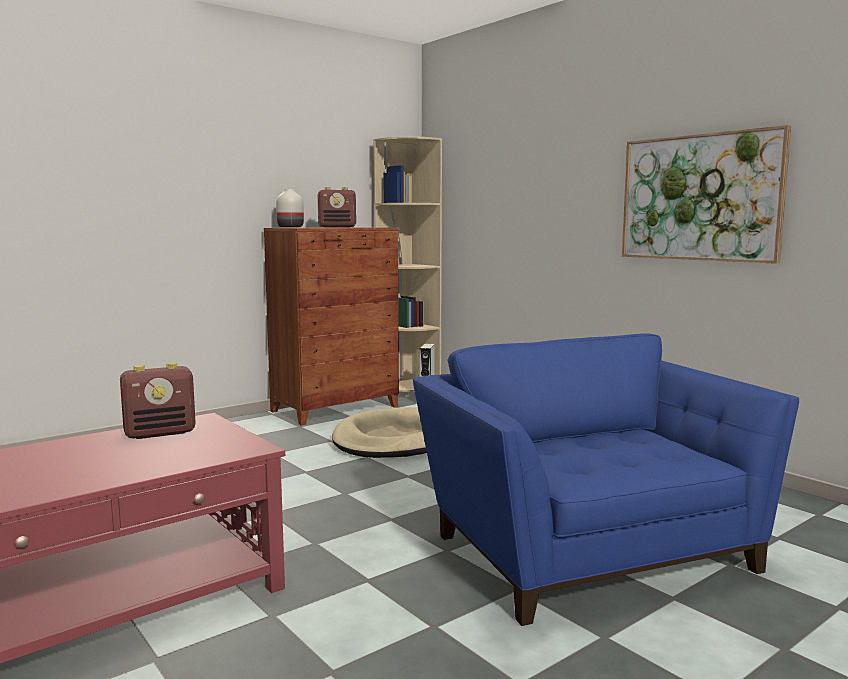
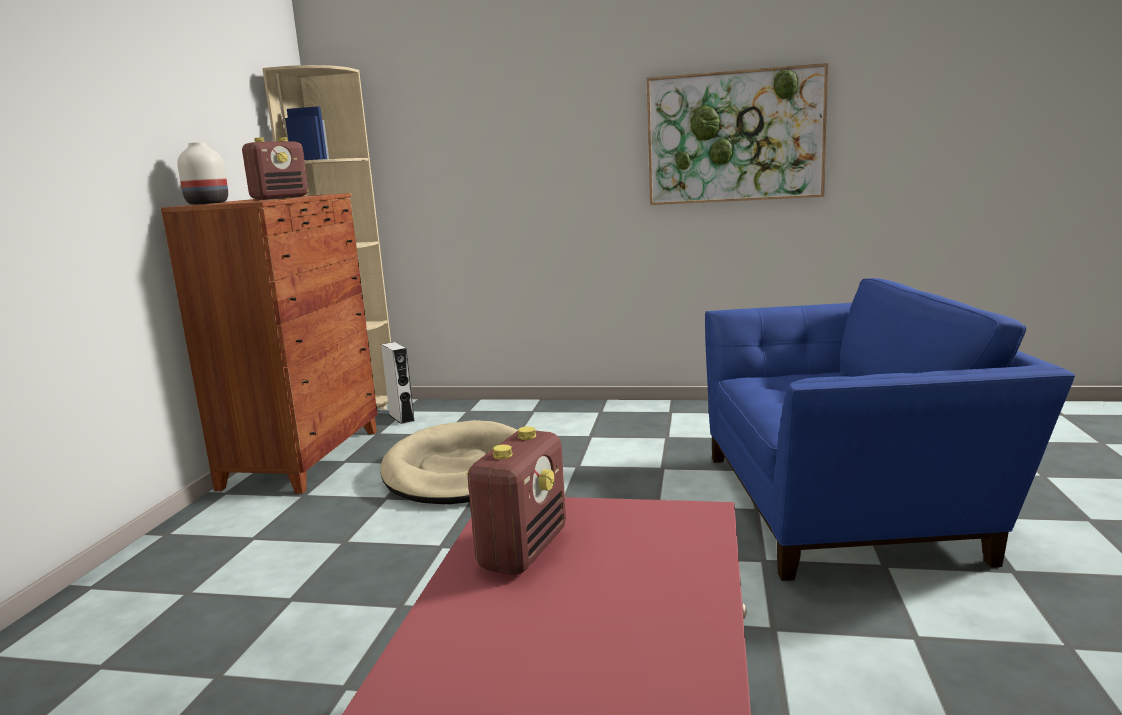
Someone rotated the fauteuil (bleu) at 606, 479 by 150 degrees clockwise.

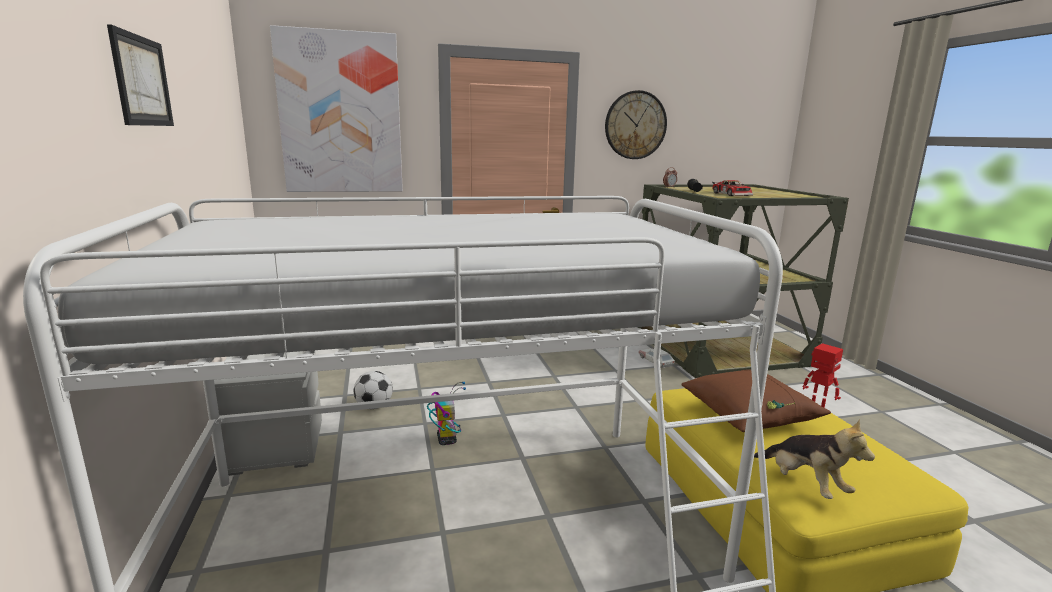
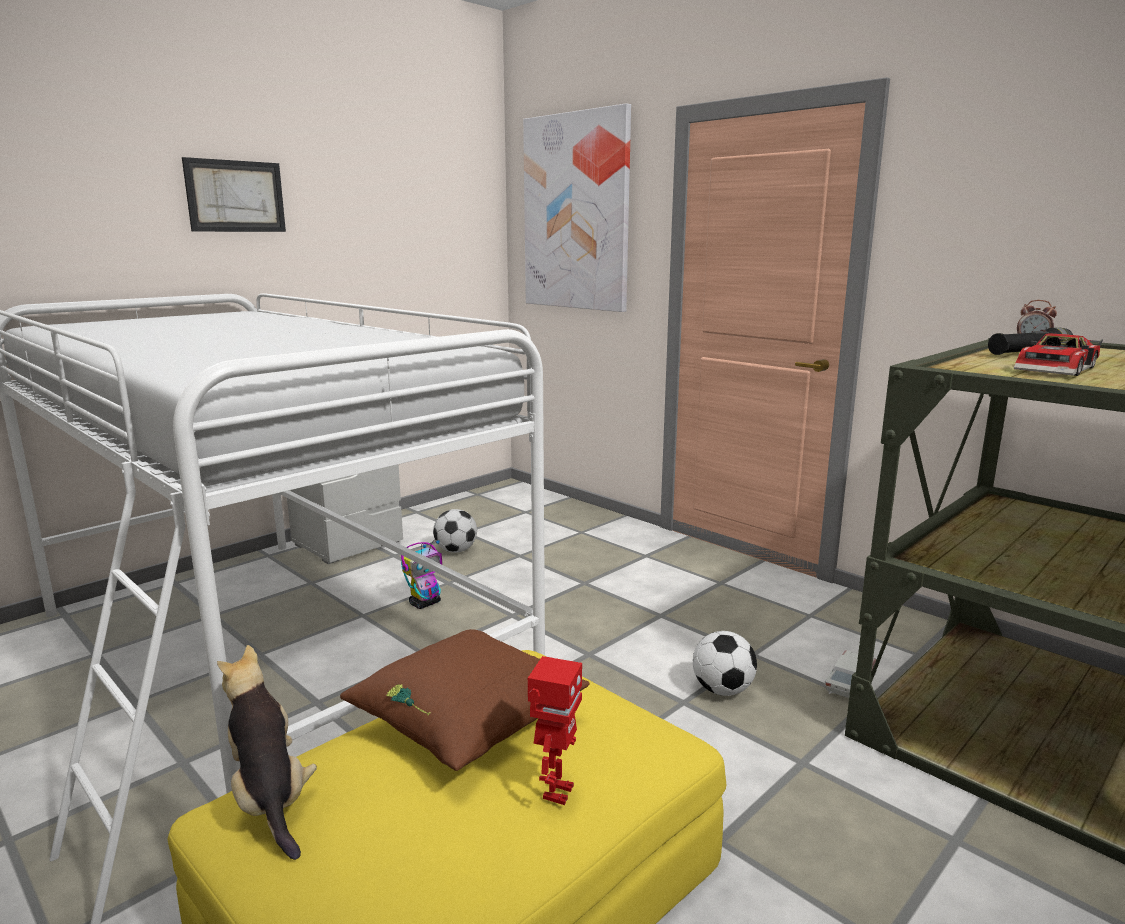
Someone took away the horloge murale at 636, 124.
Someone put down the ballon de foot at 725, 663.
Someone rotated the peluche at 814, 459 by 120 degrees clockwise.

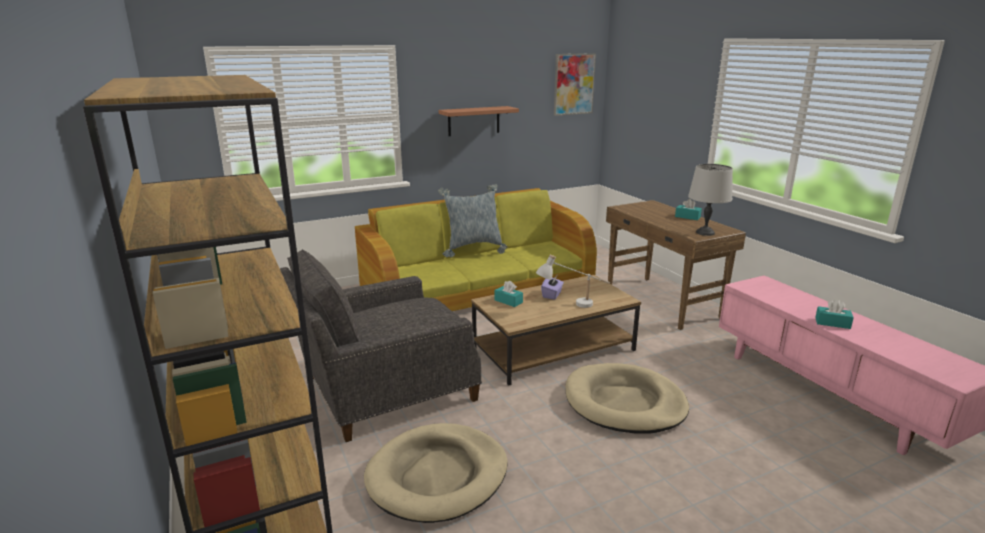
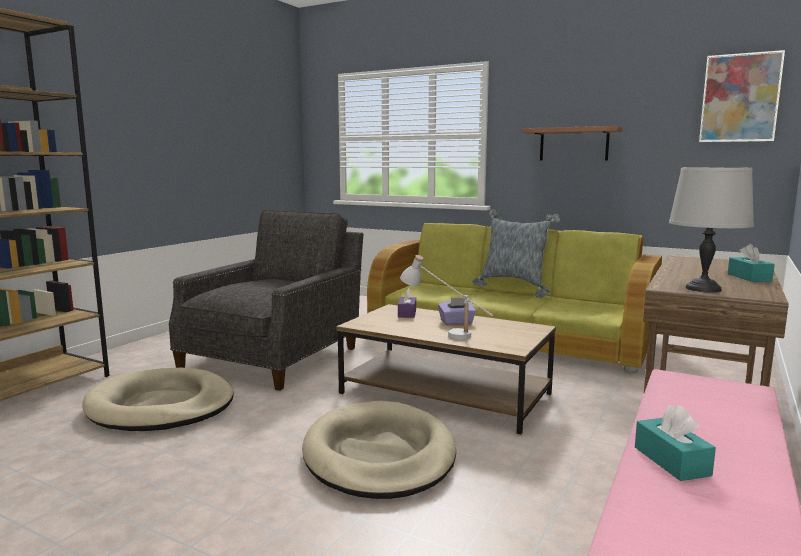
Someone repainted the boîte à mouchoirs (turquoise) at 508, 294, which became the boîte à mouchoirs (violet) at 407, 303.
Someone rotated the fauteuil (gris) at 381, 345 by 90 degrees clockwise.

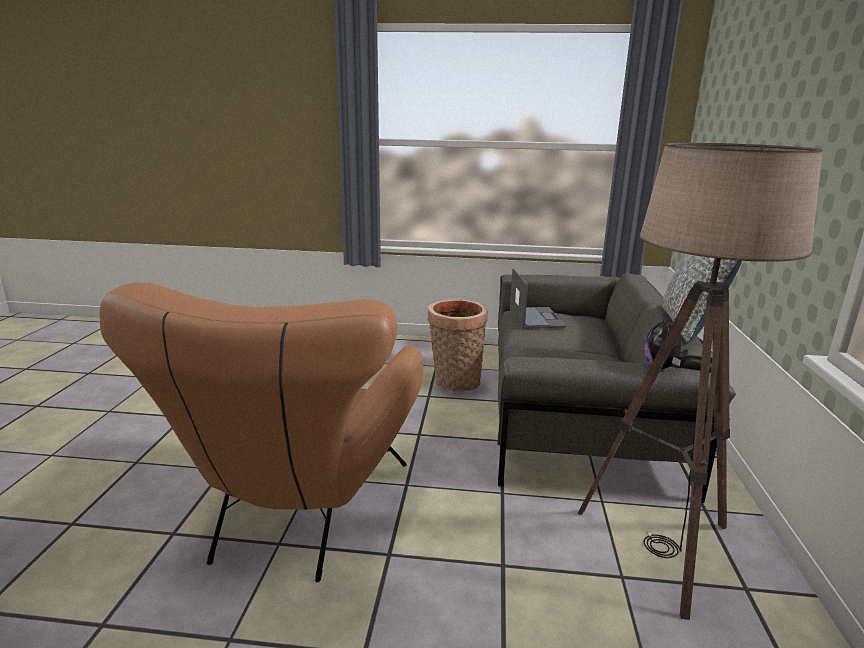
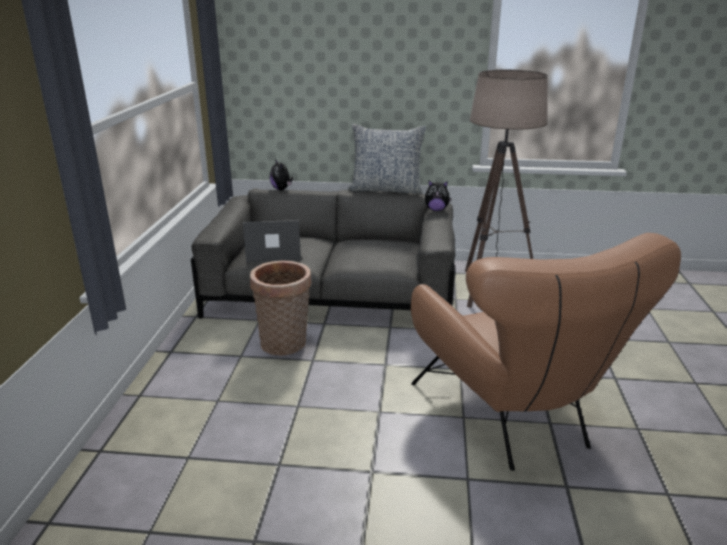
Someone put down the peluche at 281, 174.
Someone rotated the fauteuil (marron) at 261, 432 by 60 degrees clockwise.

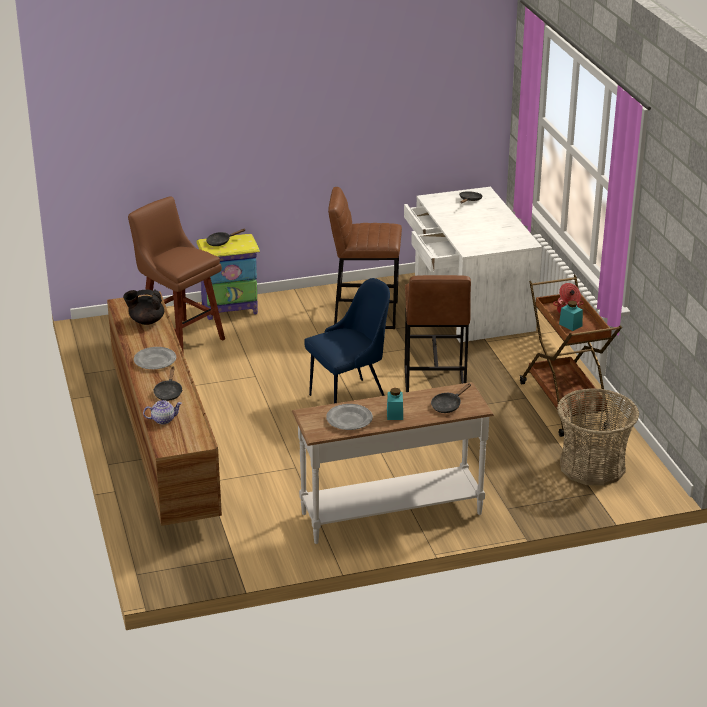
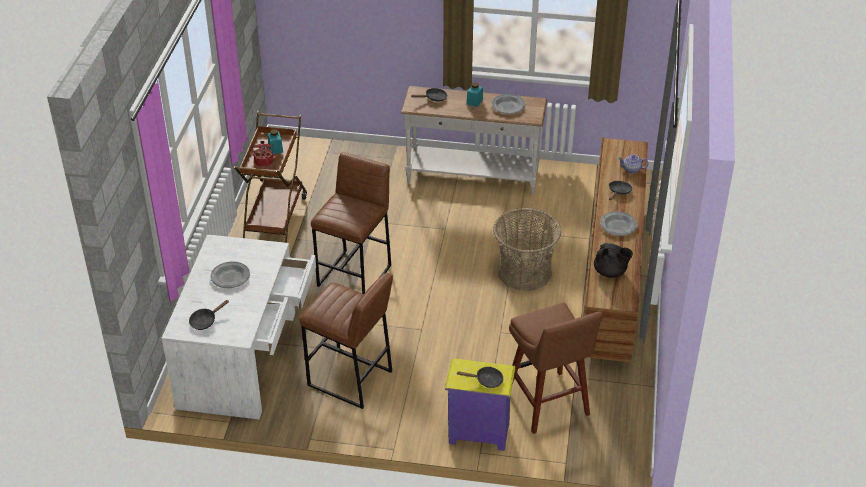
Someone took away the chaise (bleu) at 347, 341.
Someone put down the assiette (gris) at 230, 274.
Someone carried the panier from 598, 437 to 527, 249.

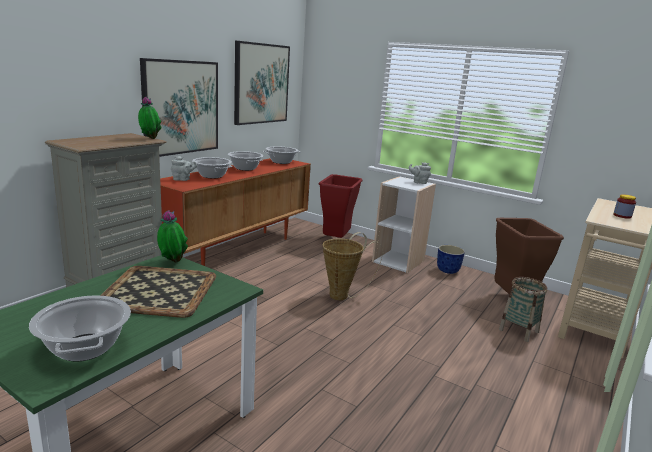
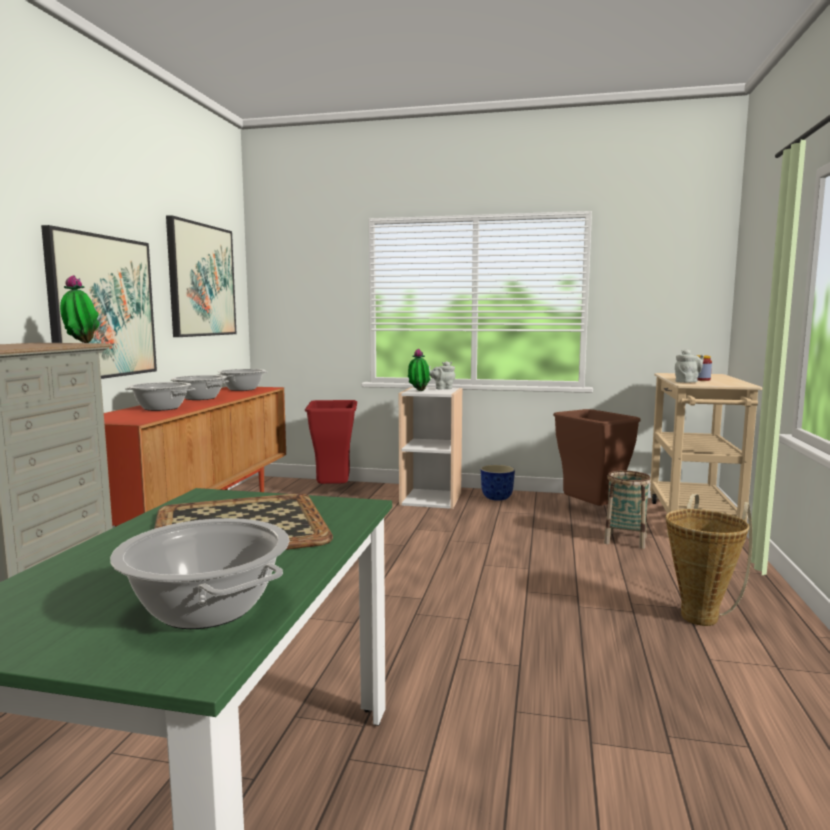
Someone carried the plante en pot from 172, 236 to 419, 370.
Someone carried the théière (gris) from 184, 168 to 689, 366.
Someone carried the panier from 353, 266 to 709, 559.

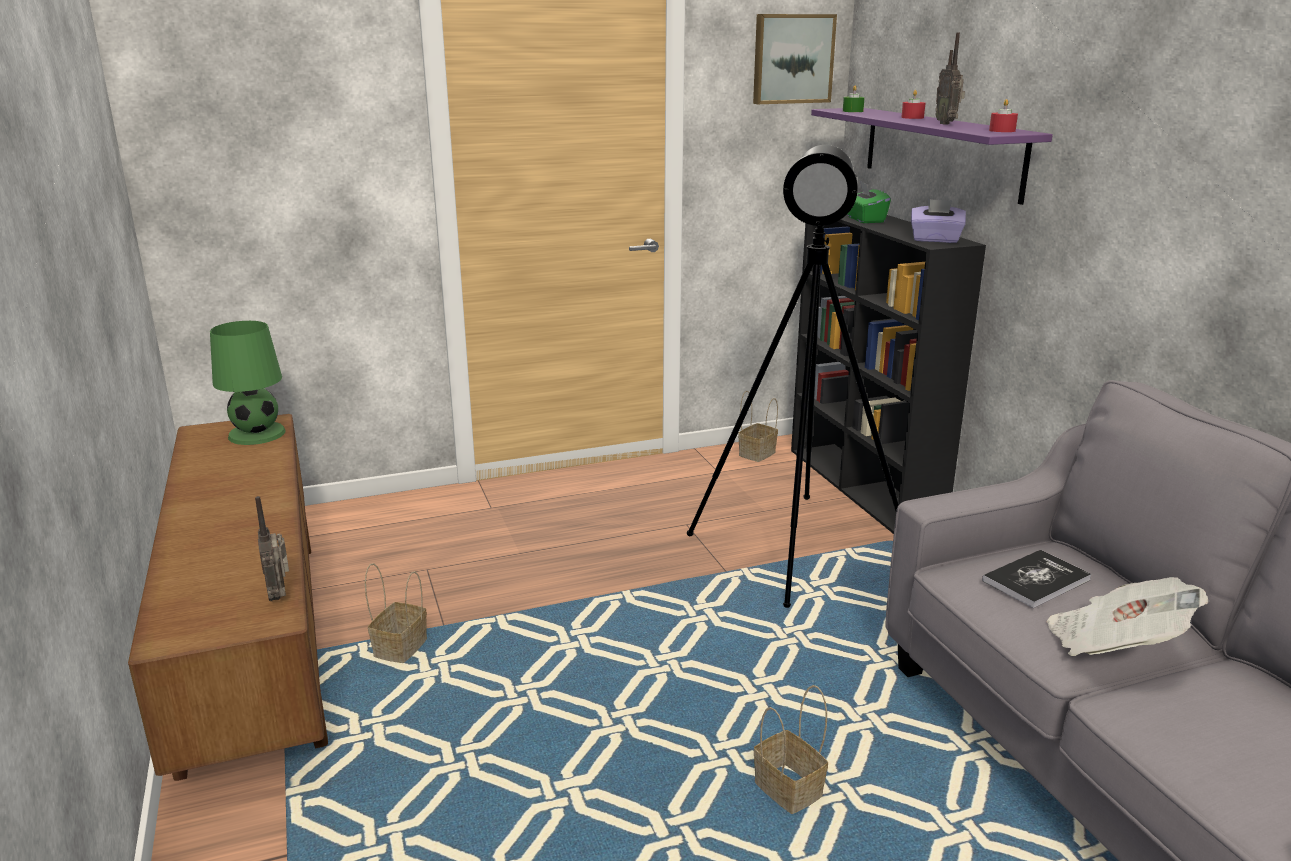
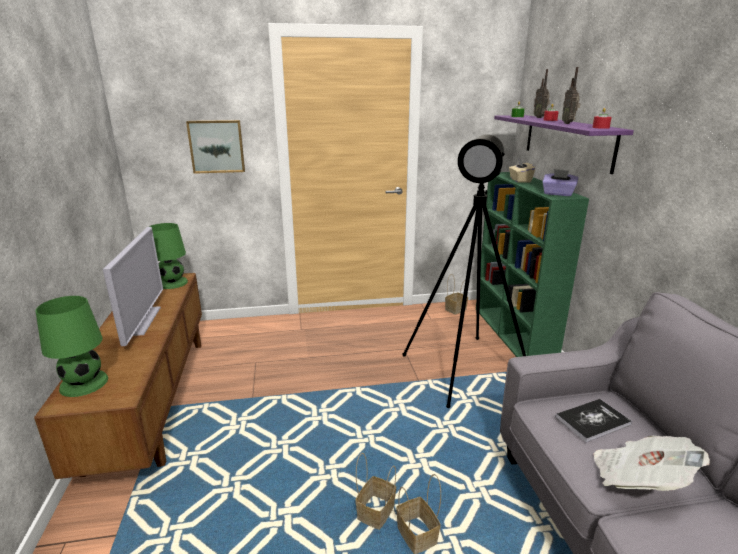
Someone put down the lampe de table (vert) at 71, 346.
Someone put down the téléviseur at 133, 286.
Someone carried the radio from 272, 548 to 542, 93.
Someone carried the panier from 396, 613 to 375, 491.
Someone carried the tableau from 795, 59 to 215, 147.
Someone repainted the bibliothèque (noir) at 888, 374, which became the bibliothèque (vert) at 532, 264.
Someone repainted the boîte à mouchoirs (vert) at 869, 202, which became the boîte à mouchoirs (beige) at 522, 170.

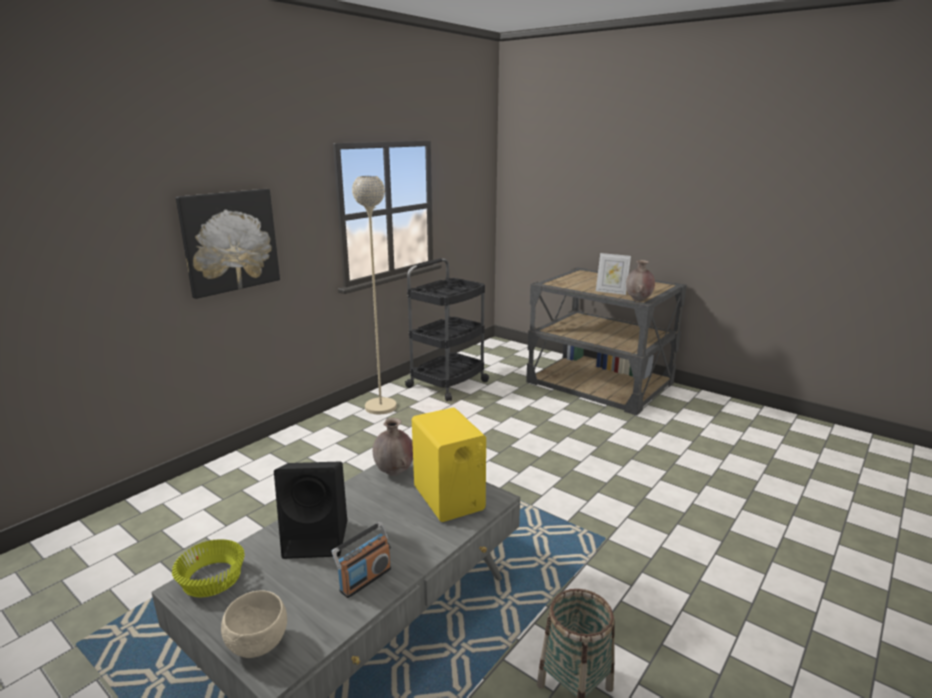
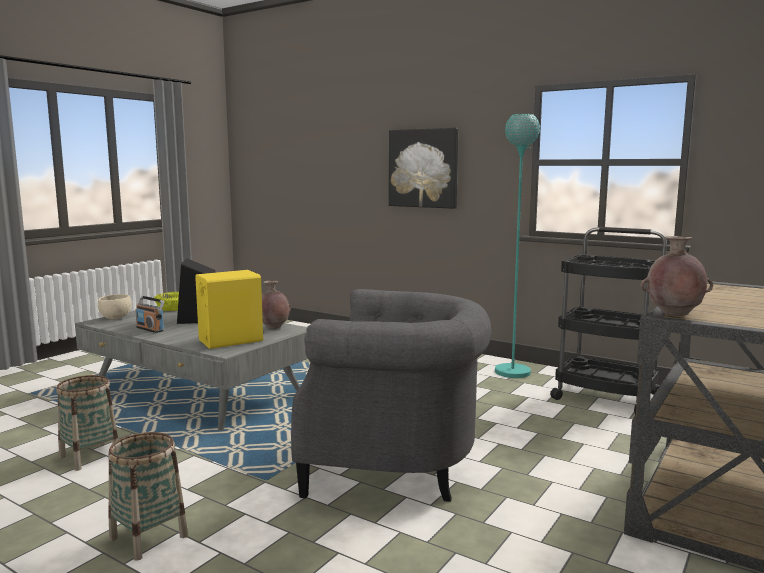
Someone took away the cadre photo at 613, 274.
Someone put down the panier at 148, 496.
Someone put down the fauteuil (gris) at 391, 395.
Someone repainted the lampadaire (beige) at 374, 295, which became the lampadaire (turquoise) at 517, 246.

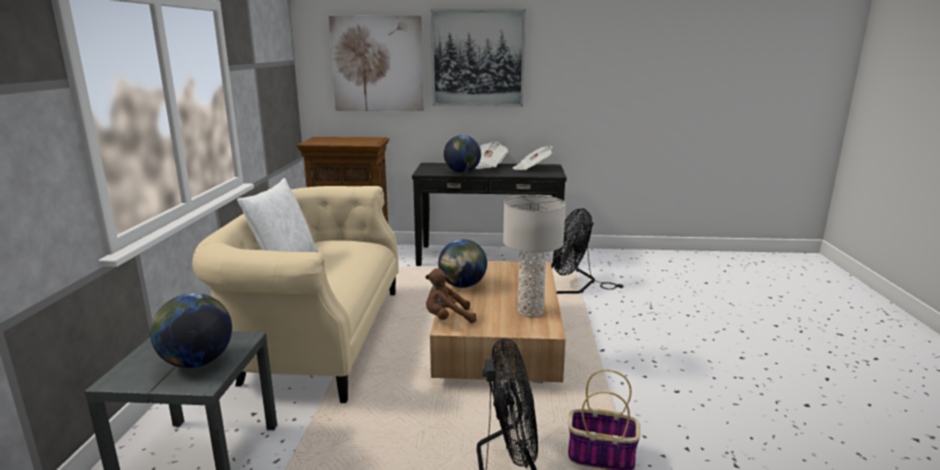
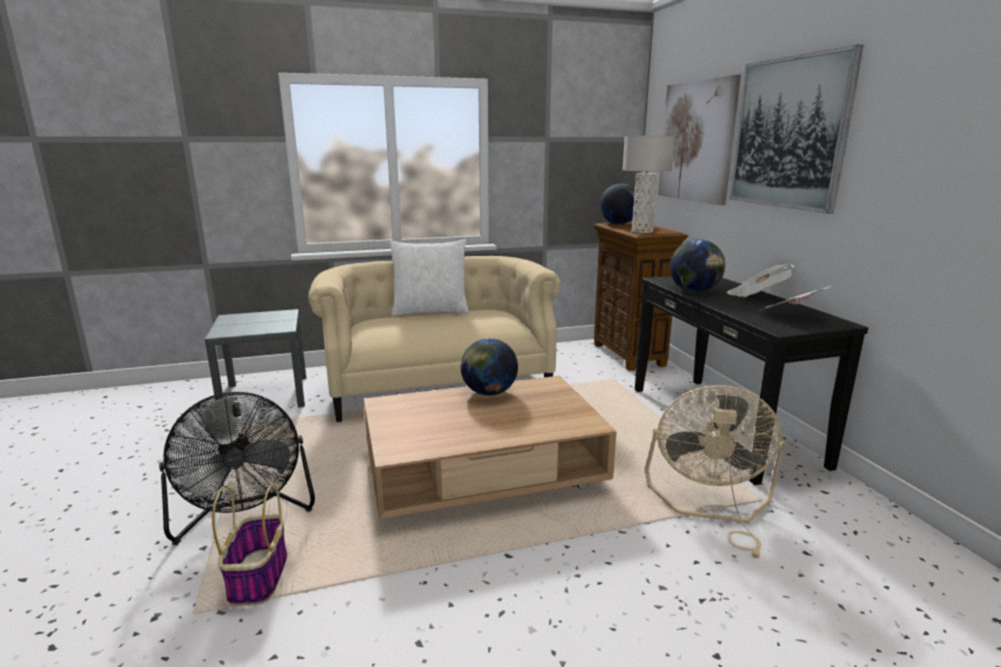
Someone took away the peluche (marron) at 450, 295.
Someone carried the globe from 191, 330 to 619, 204.
Someone carried the lampe de table (blanc) from 534, 256 to 649, 184.
Someone repainted the ventilateur (noir) at 587, 251, which became the ventilateur (beige) at 715, 471.

